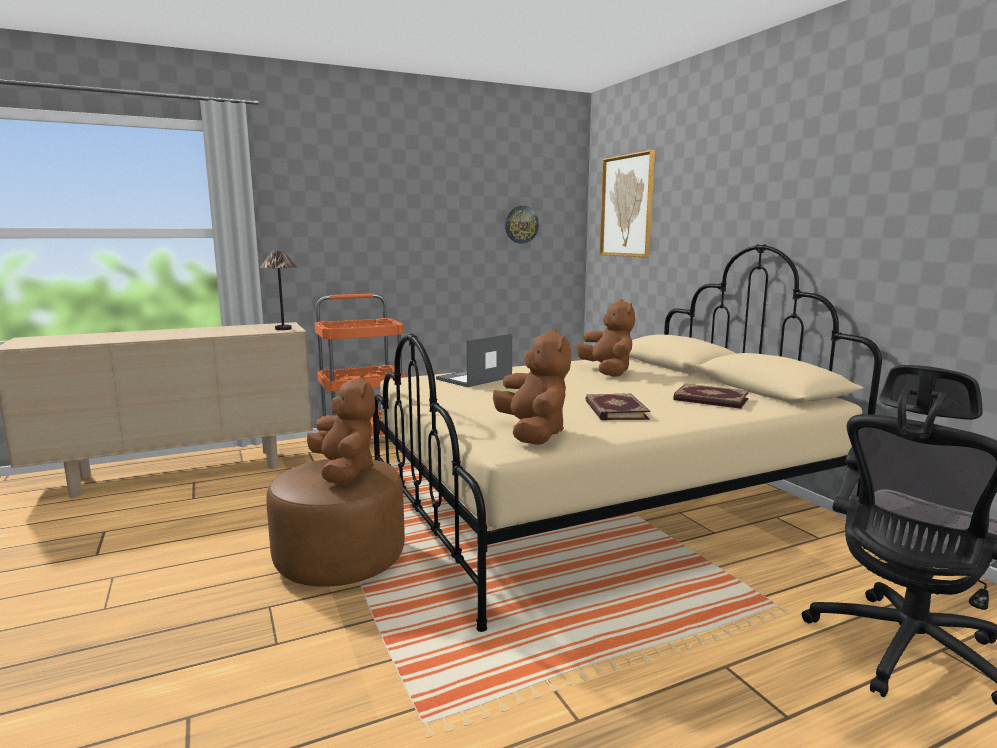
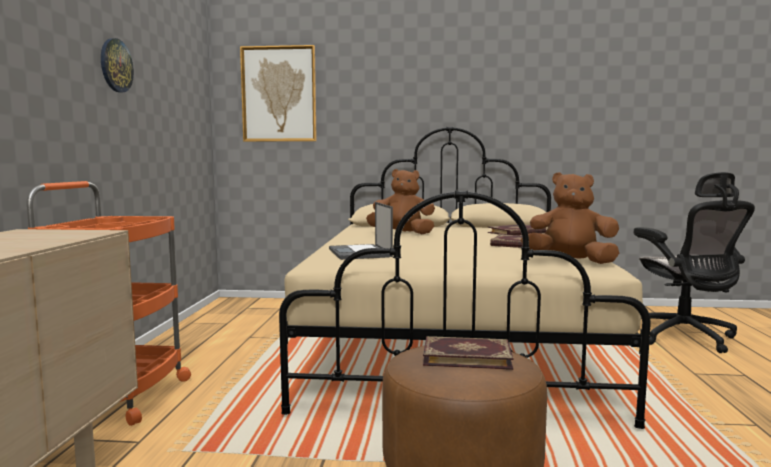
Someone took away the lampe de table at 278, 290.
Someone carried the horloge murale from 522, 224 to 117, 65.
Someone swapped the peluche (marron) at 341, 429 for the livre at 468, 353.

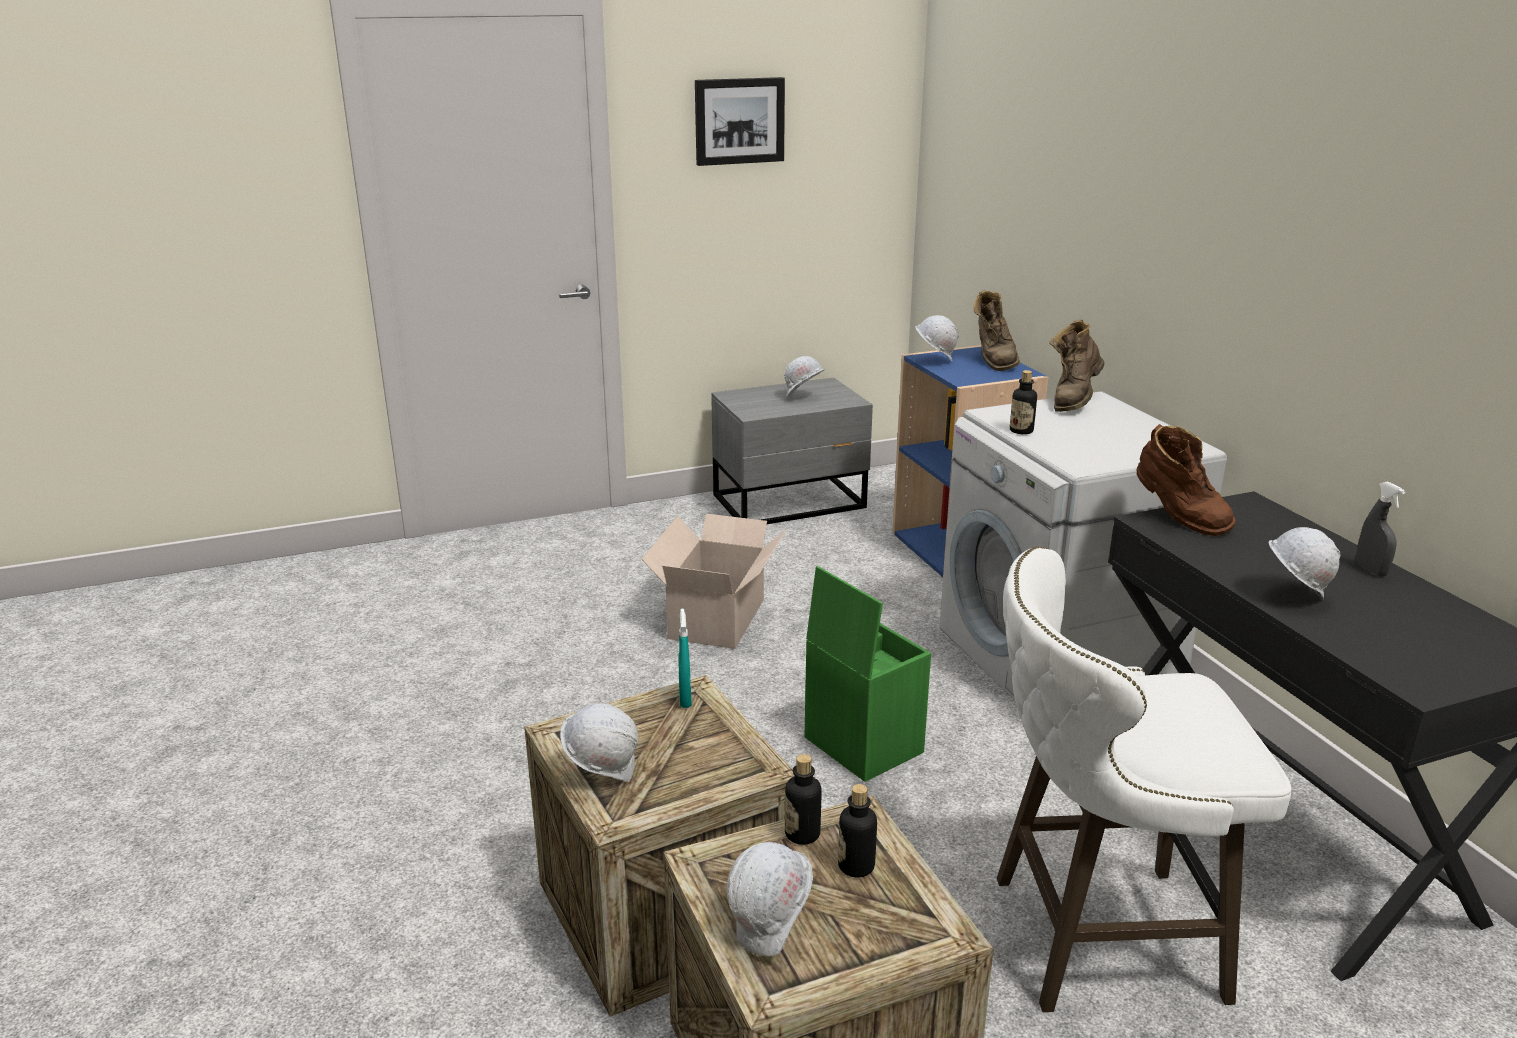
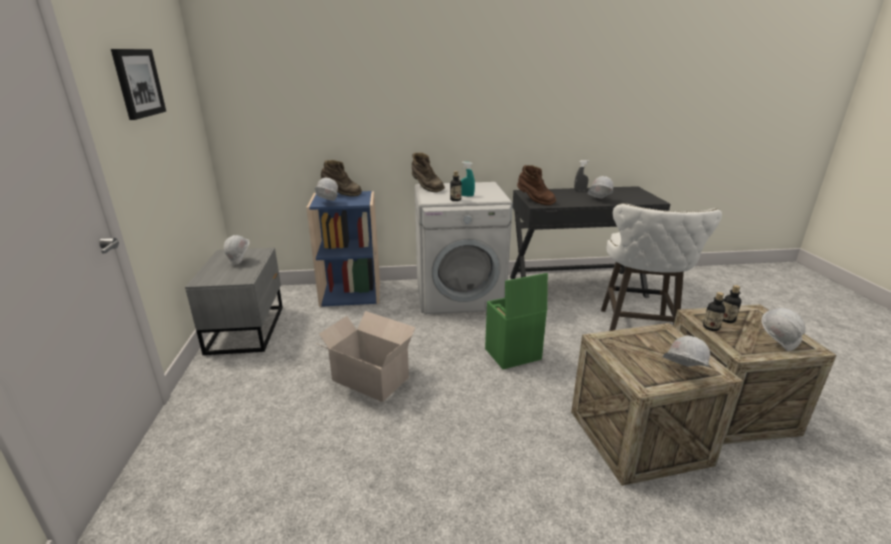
Someone carried the vaporisateur (turquoise) from 685, 658 to 468, 179.
Someone rotated the botte (marron) at 1186, 480 by 60 degrees clockwise.

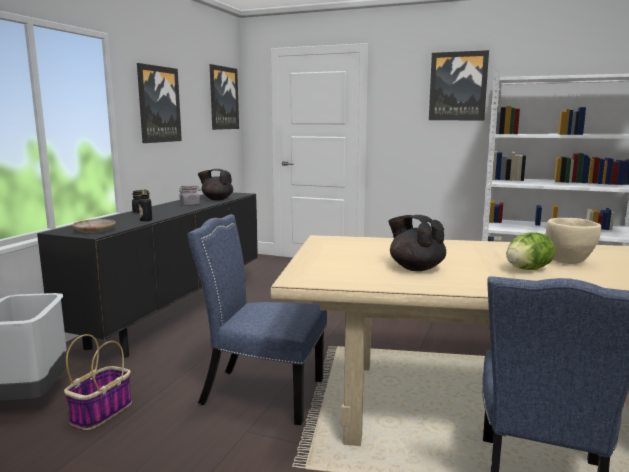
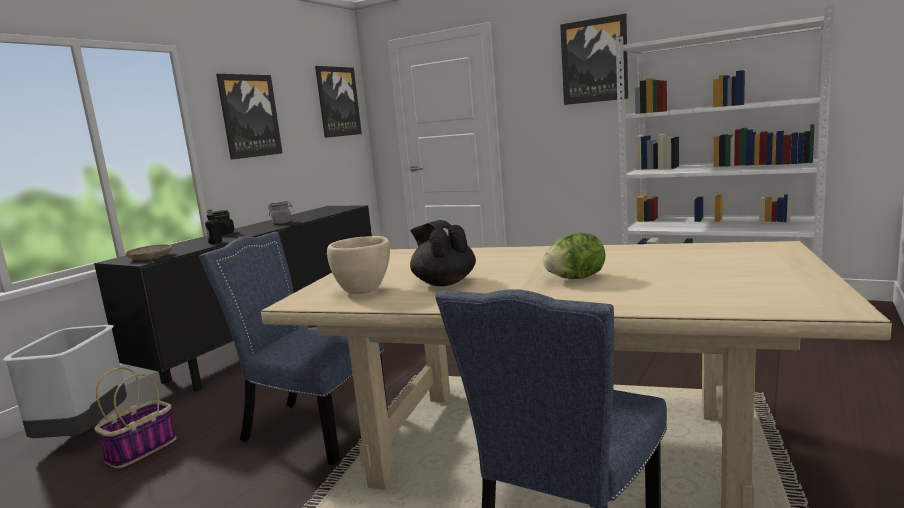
Someone took away the théière (noir) at 215, 185.
Someone carried the bol (beige) from 574, 241 to 358, 265.

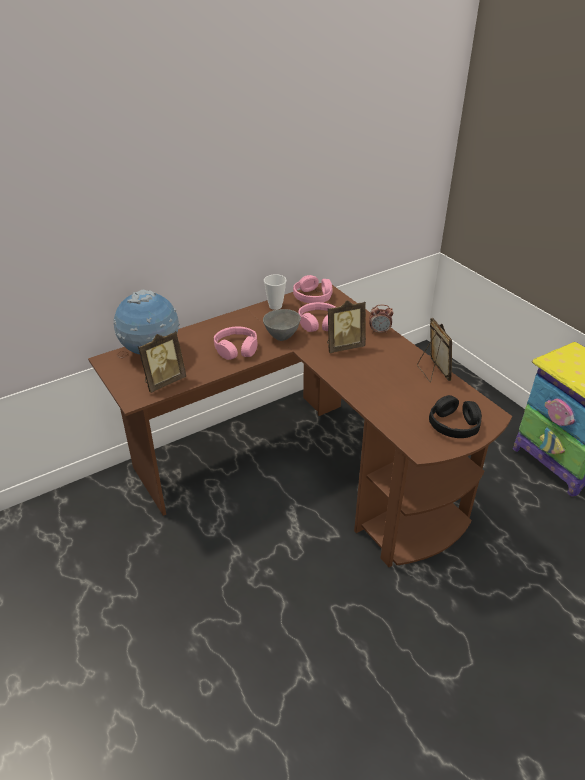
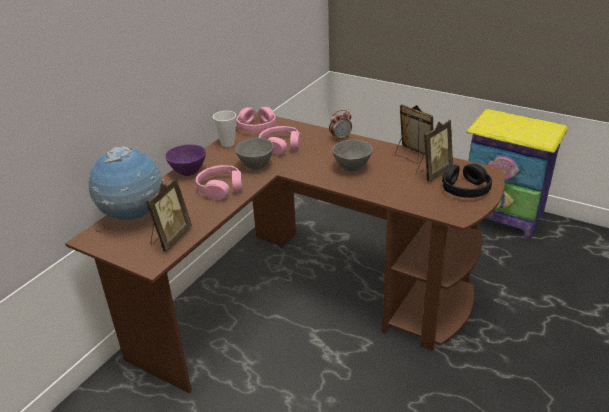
Someone put down the bol (violet) at 185, 160.
Someone put down the bol (gris) at 353, 156.
Someone carried the cadre photo from 346, 326 to 434, 151.

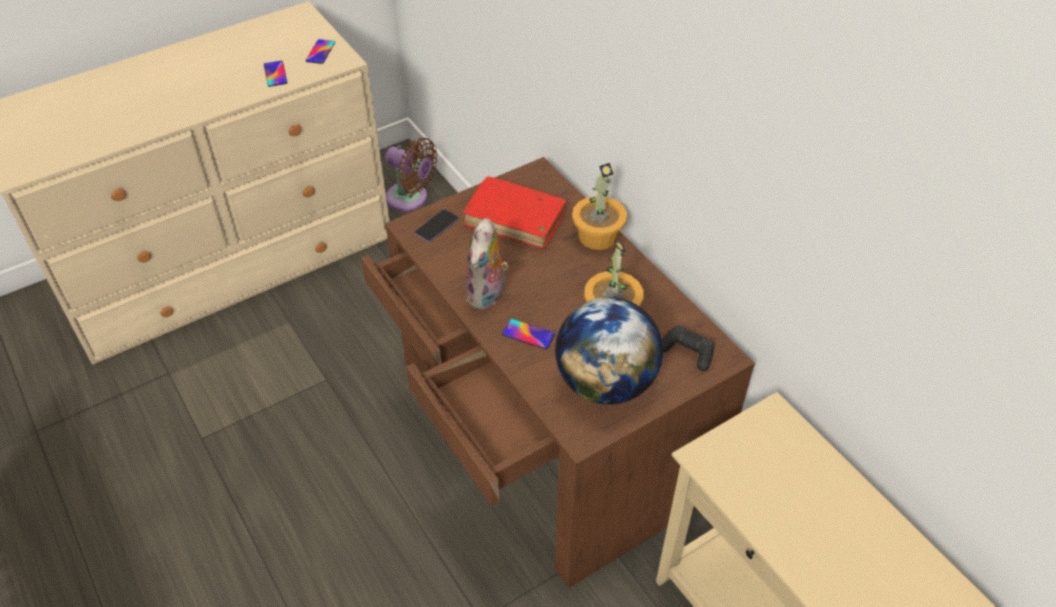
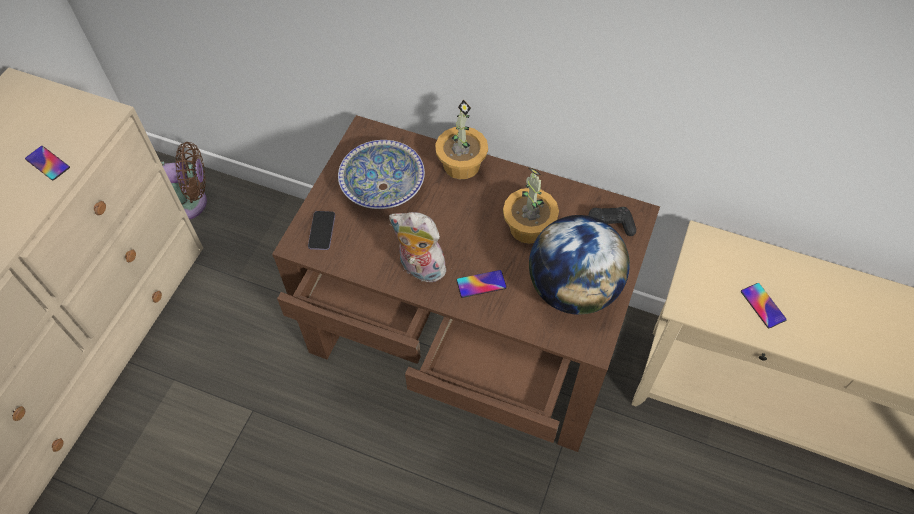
Someone carried the téléphone from 320, 51 to 764, 305.
Someone swapped the livre (rouge) at 515, 212 for the bol at 381, 174.
Someone rotated the peluche at 487, 264 by 135 degrees clockwise.

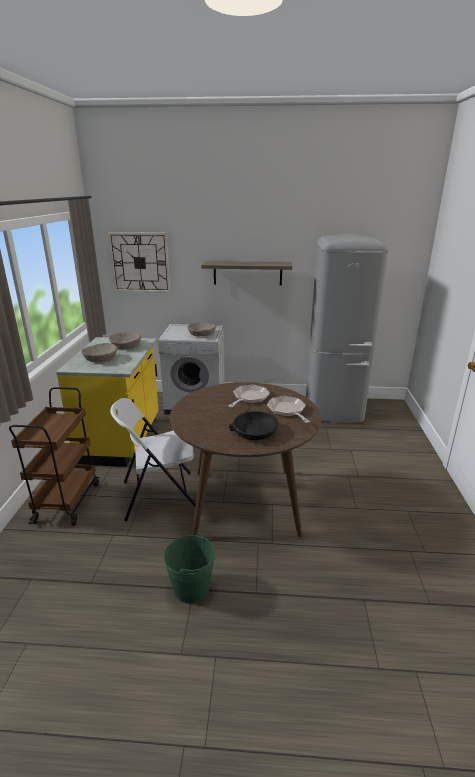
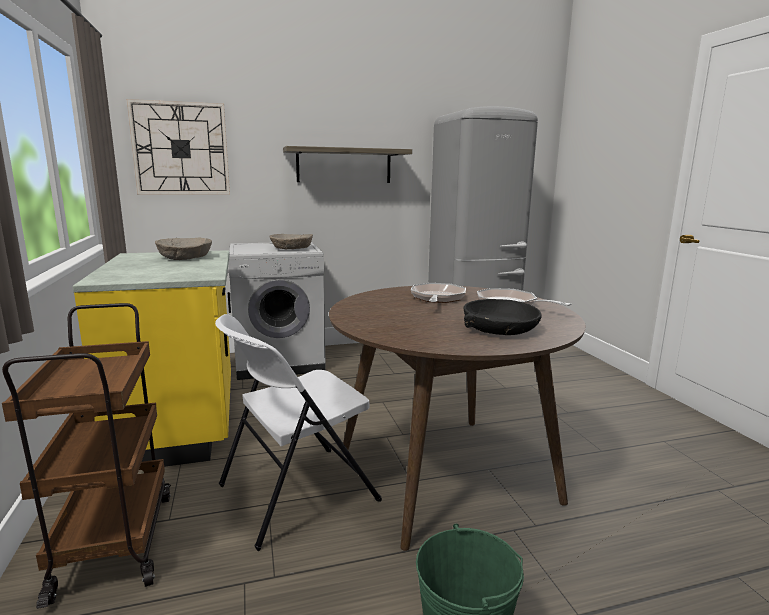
Someone took away the bol (beige) at 99, 352.

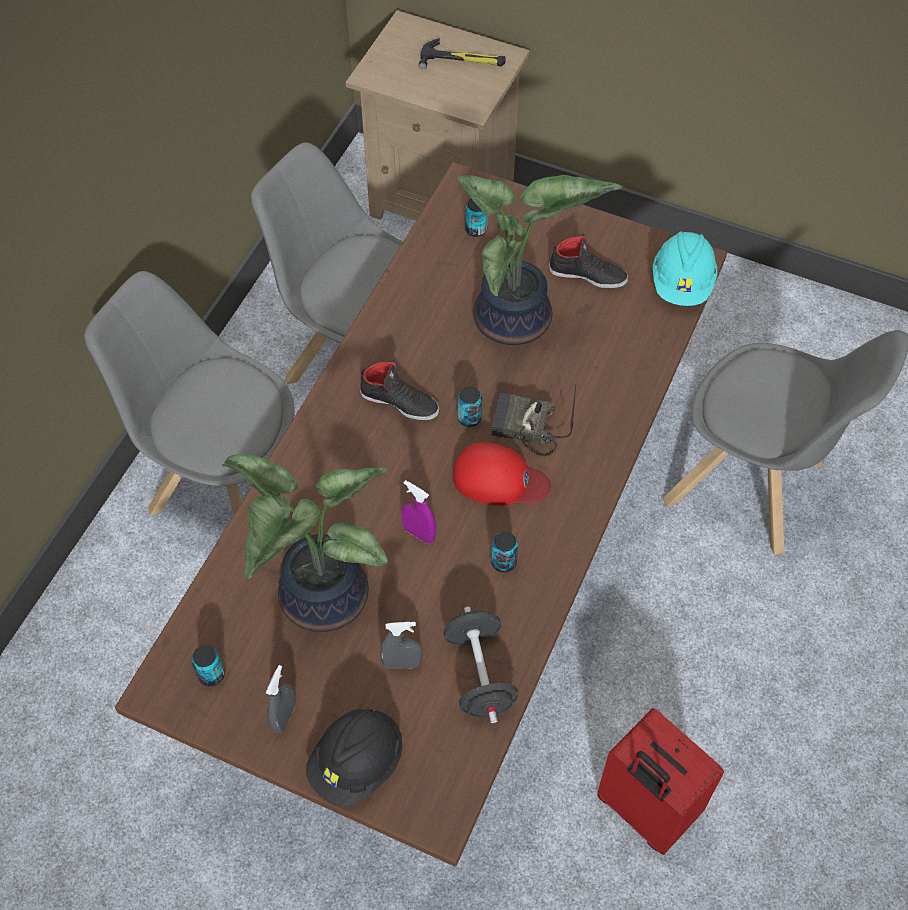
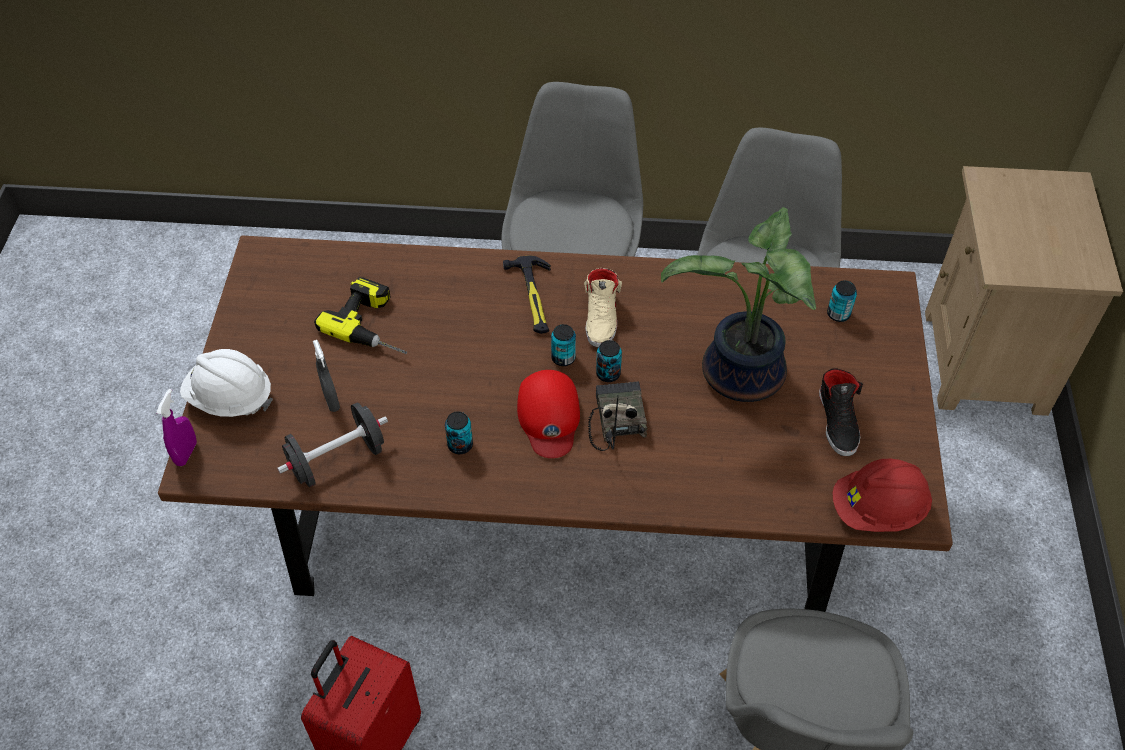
Someone took away the vaporisateur (gris) at 281, 699.
Someone carried the boîte métallique from 208, 665 to 563, 345.
Someone carried the vaporisateur (violet) from 418, 512 to 176, 427.
Someone carried the marteau from 462, 53 to 527, 294.
Someone swapped the plante en pot at 305, 543 for the perceuse at 360, 315.
Someone repainted the casque de chantier (noir) at 354, 758, which became the casque de chantier (blanc) at 226, 383.
Someone repainted the chaussure (noir) at 399, 389, which became the chaussure (beige) at 603, 307.
Someone repainted the casque de chantier (turquoise) at 685, 268, which became the casque de chantier (rouge) at 882, 495.

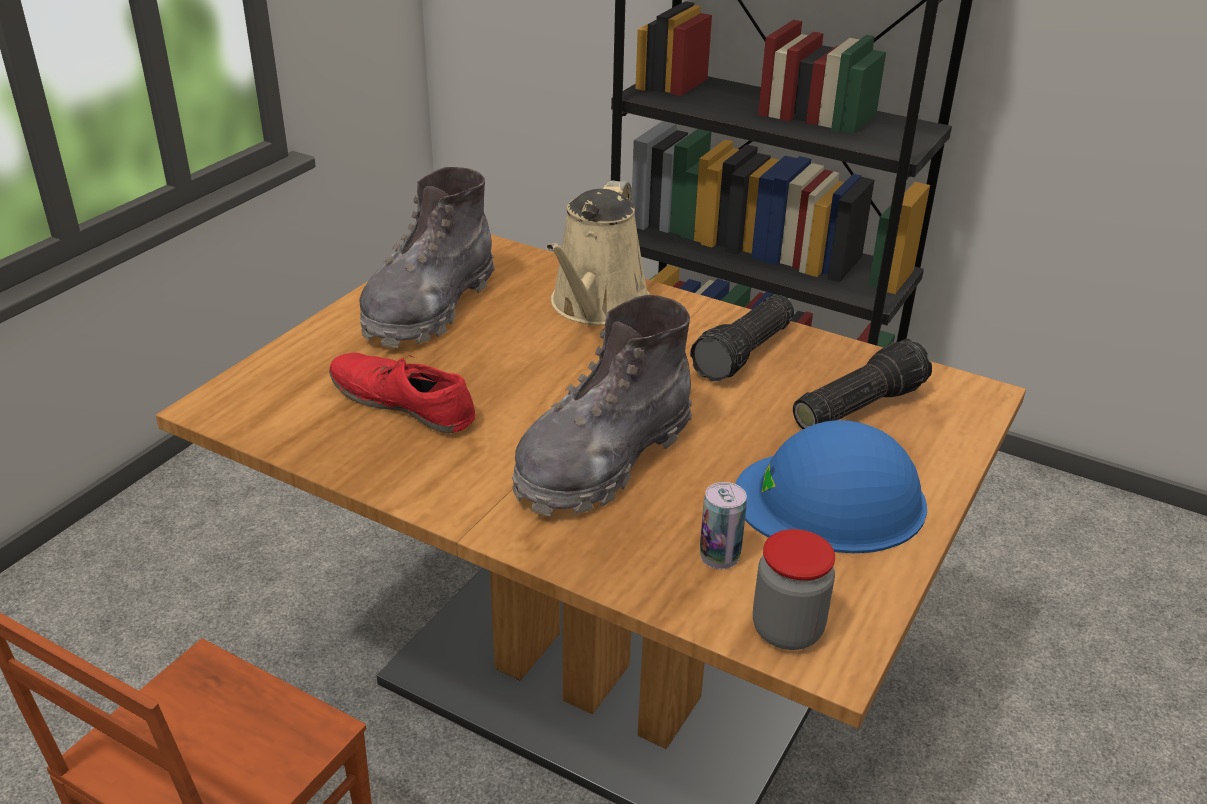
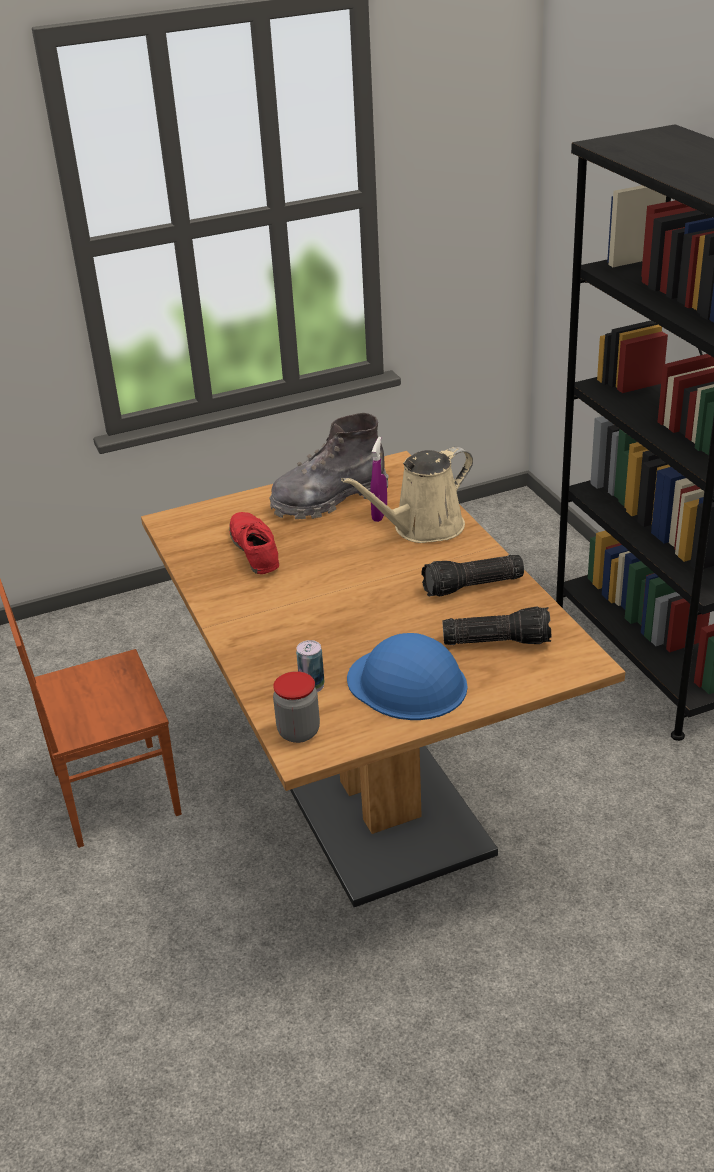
Someone took away the botte (gris) at 602, 405.
Someone put down the vaporisateur (violet) at 378, 479.

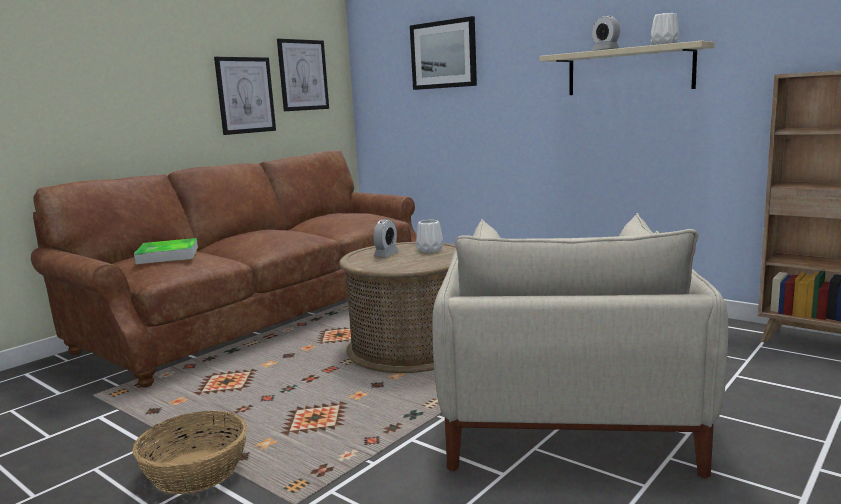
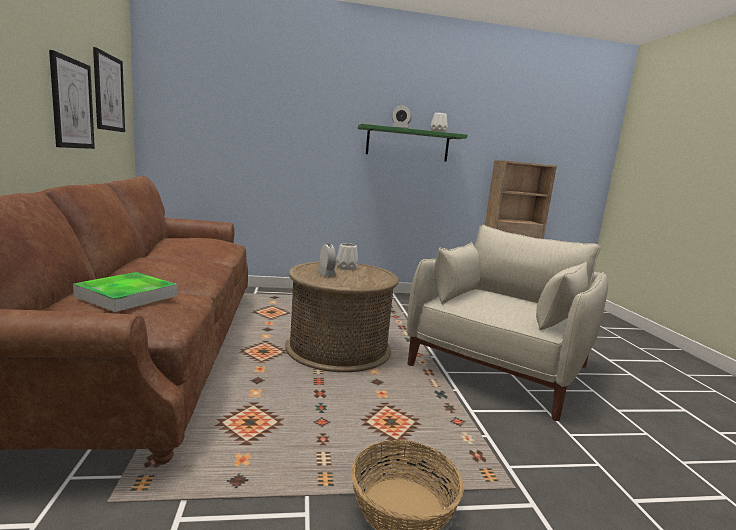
Someone took away the tableau at 443, 53.
Someone repainted the étagère (beige) at 627, 68, which became the étagère (vert) at 413, 143.
Someone rotated the fauteuil (beige) at 580, 345 by 105 degrees counterclockwise.

